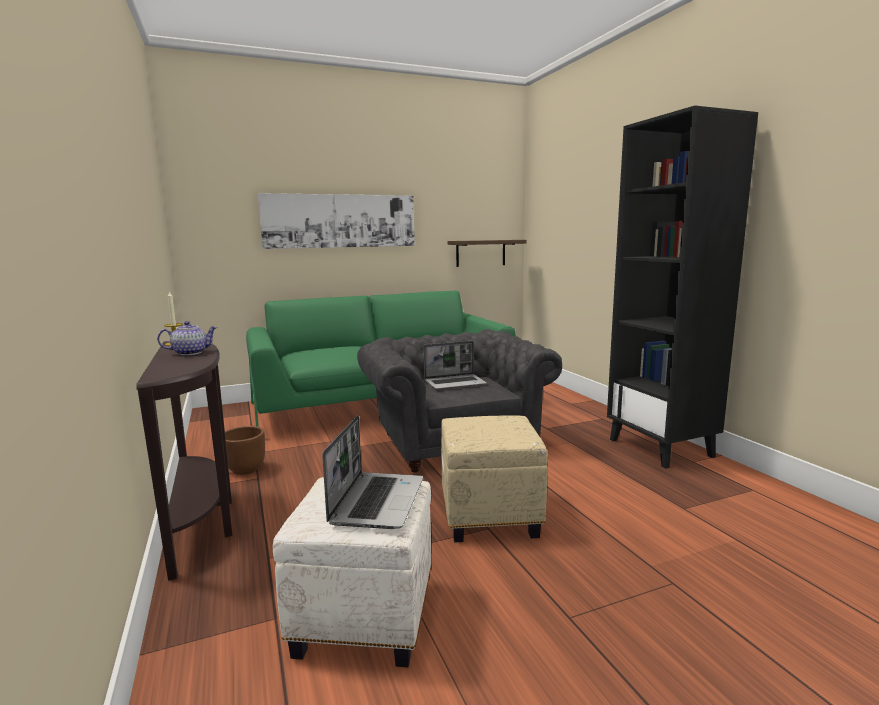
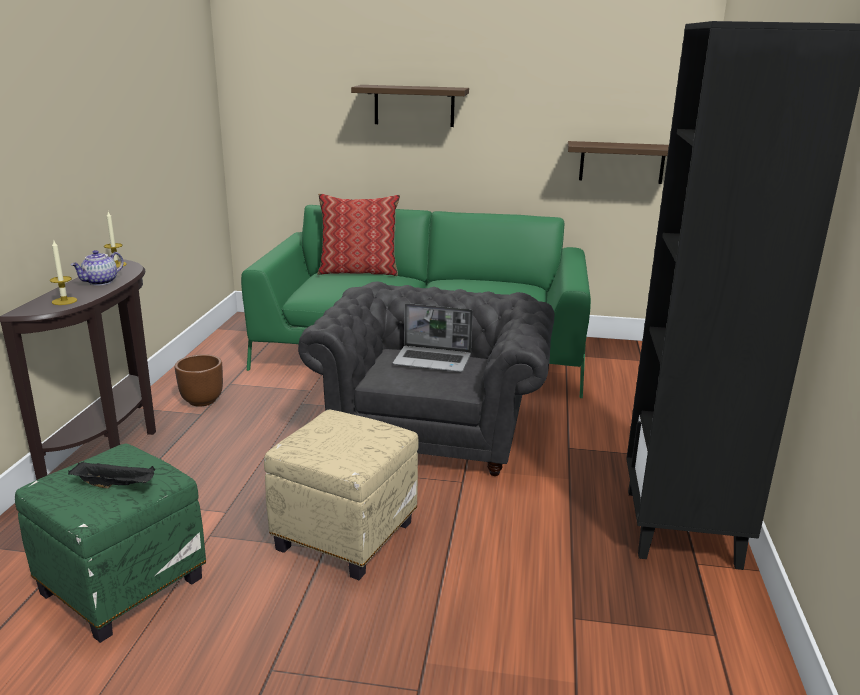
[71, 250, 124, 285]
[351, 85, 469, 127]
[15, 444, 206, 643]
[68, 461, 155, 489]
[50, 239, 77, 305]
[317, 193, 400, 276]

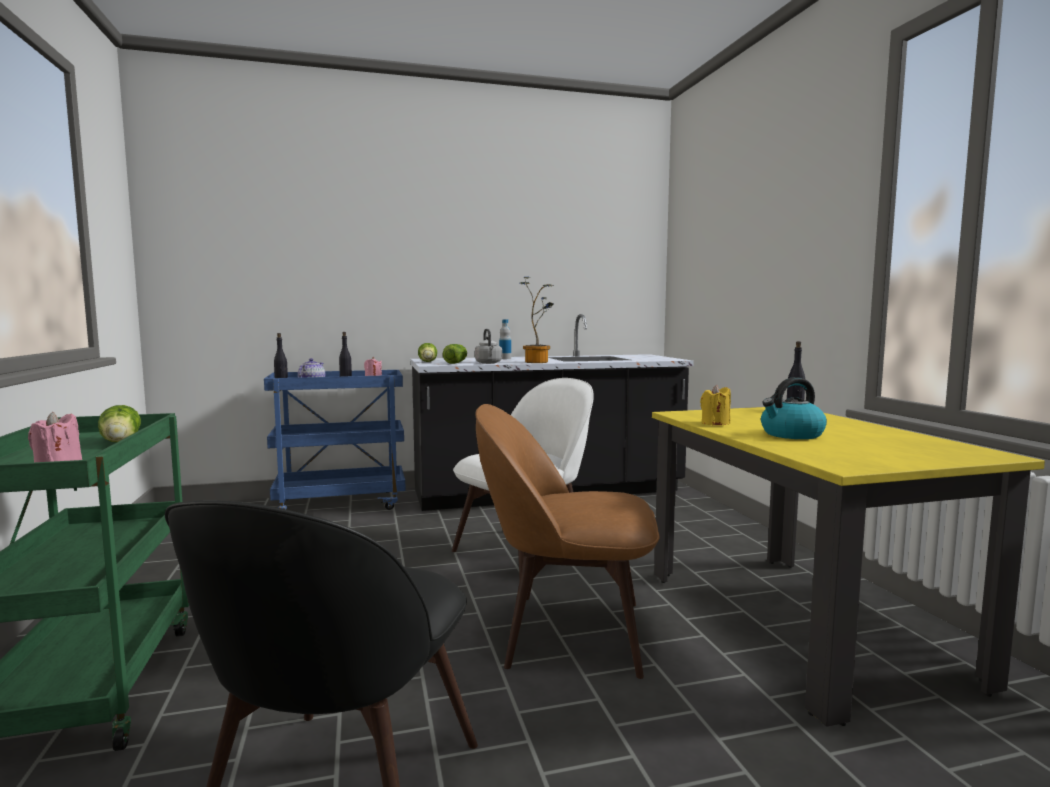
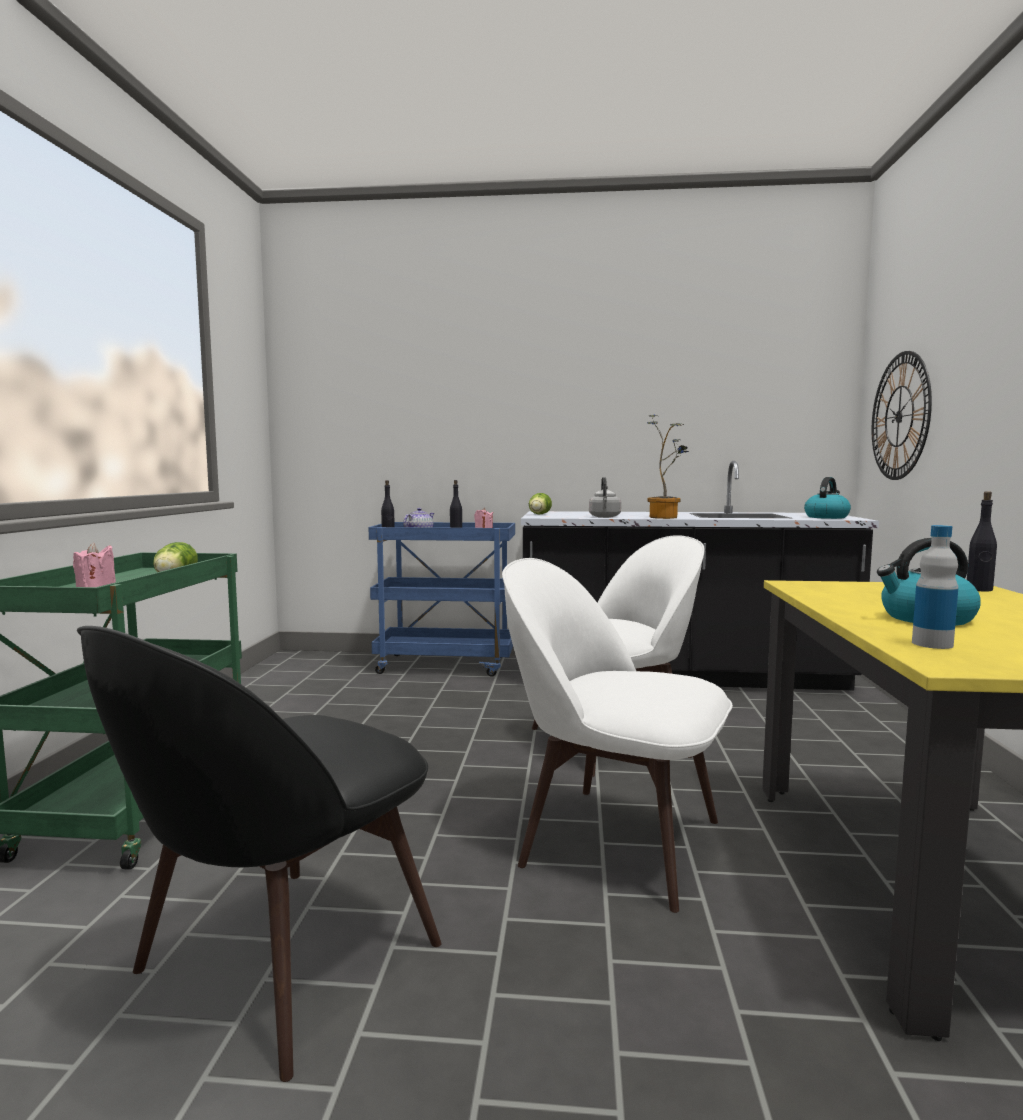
[443, 344, 467, 364] (first image)
[502, 558, 733, 913]
[912, 525, 958, 649]
[700, 385, 731, 425] (first image)
[804, 477, 851, 519]
[872, 351, 932, 480]

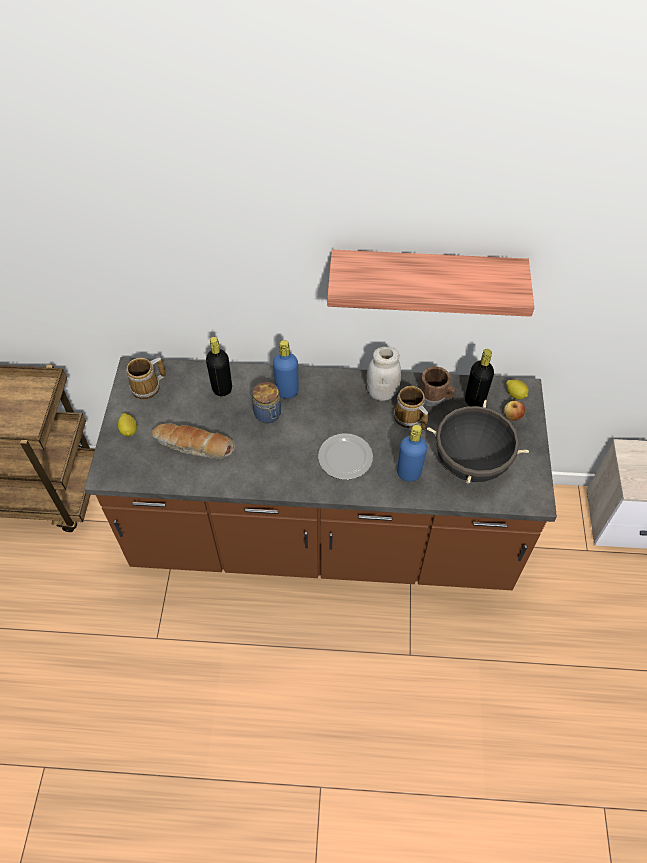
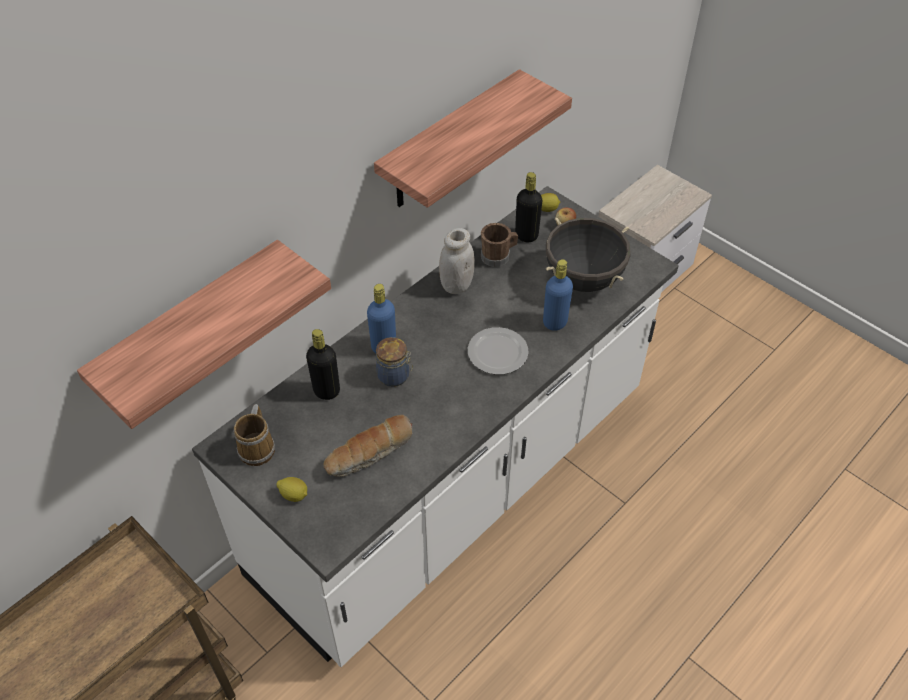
[192, 186, 679, 667]
[394, 386, 428, 431] (first image)
[77, 240, 331, 429]

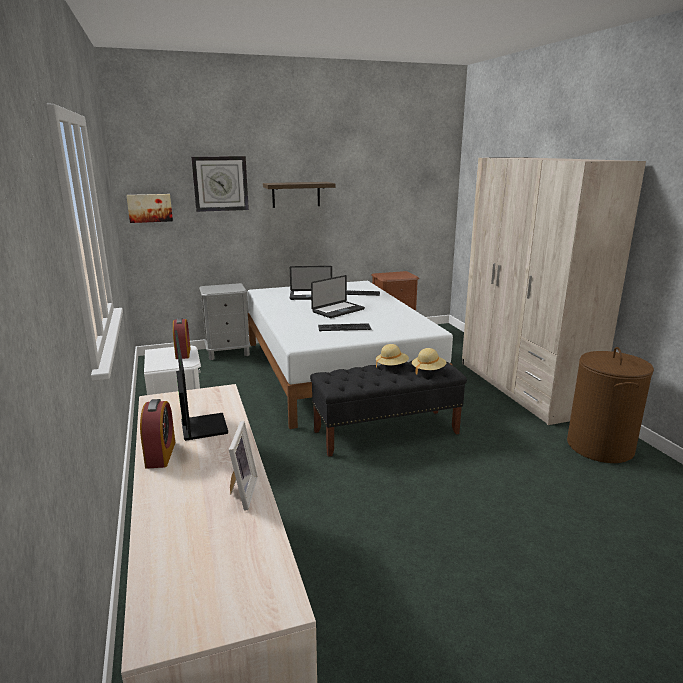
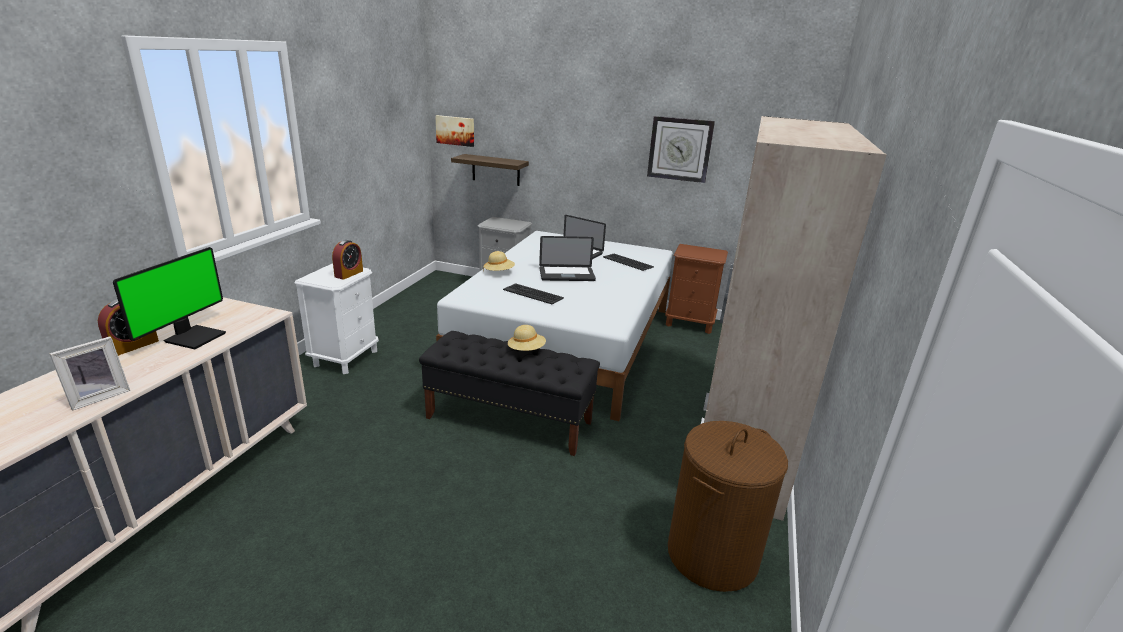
[647, 116, 715, 183]
[451, 154, 529, 186]
[483, 251, 515, 272]

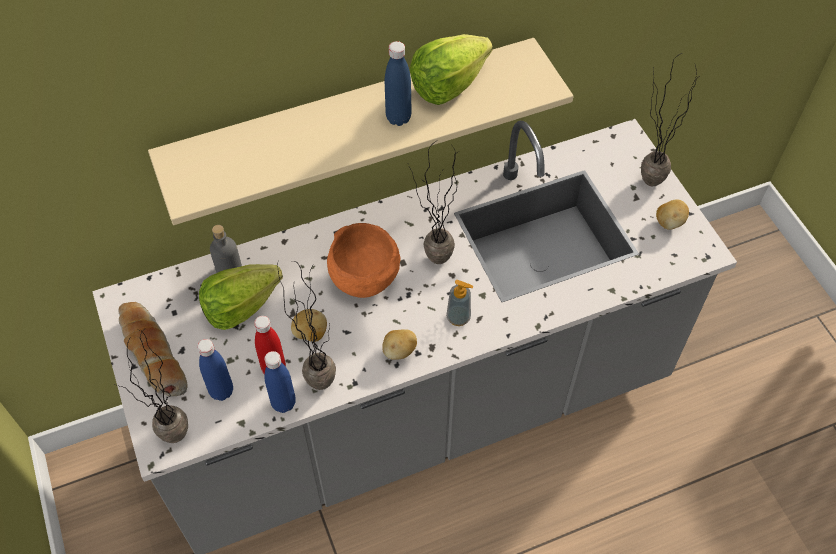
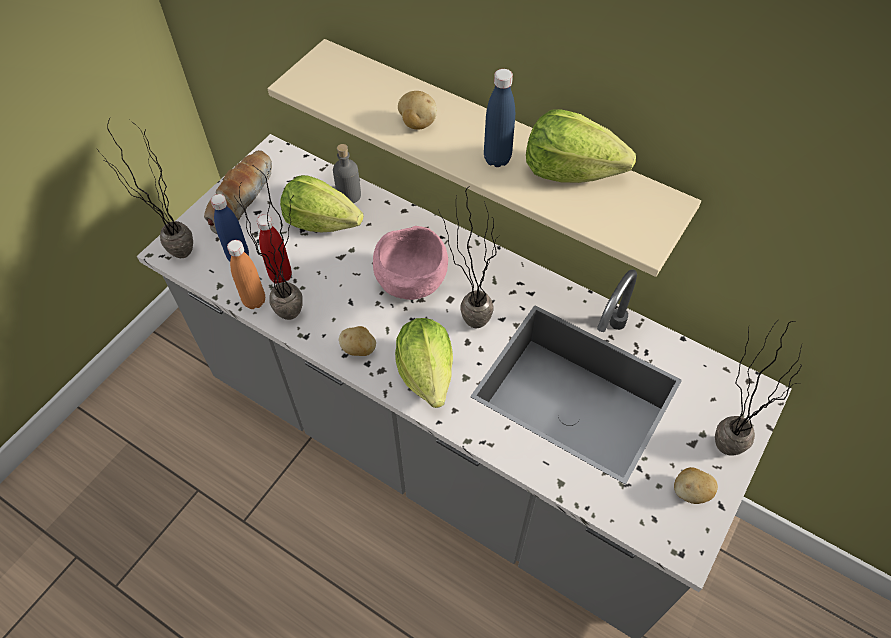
[227, 240, 265, 309]
[398, 91, 437, 130]
[373, 226, 448, 300]
[395, 318, 453, 408]

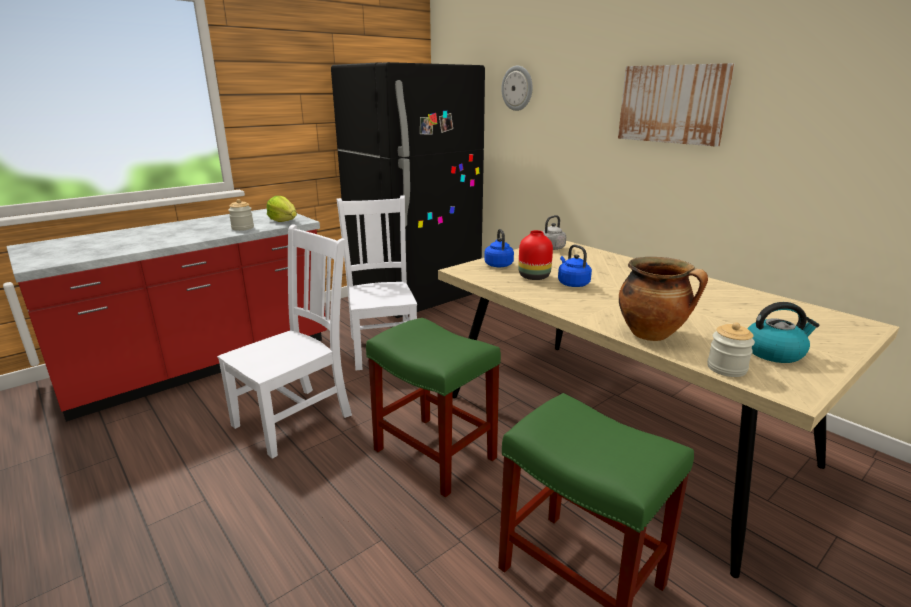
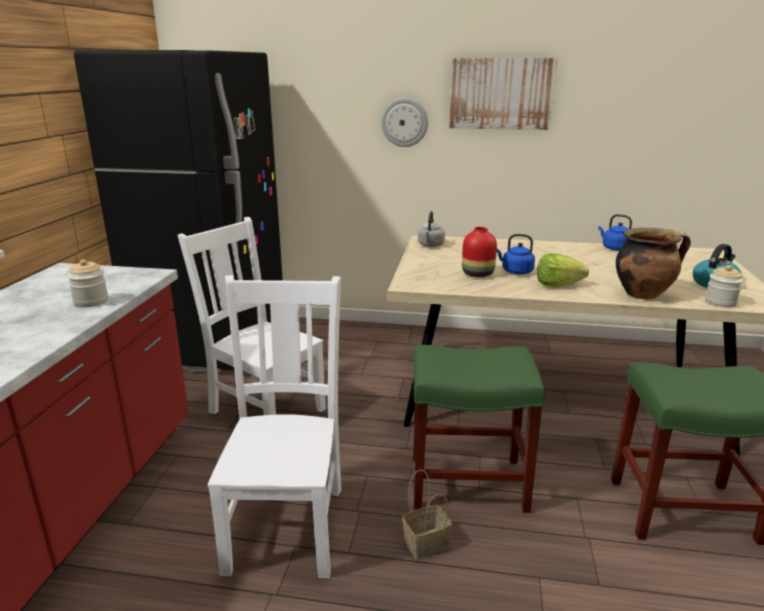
[537, 253, 589, 287]
[598, 214, 632, 251]
[381, 98, 428, 147]
[403, 470, 452, 559]

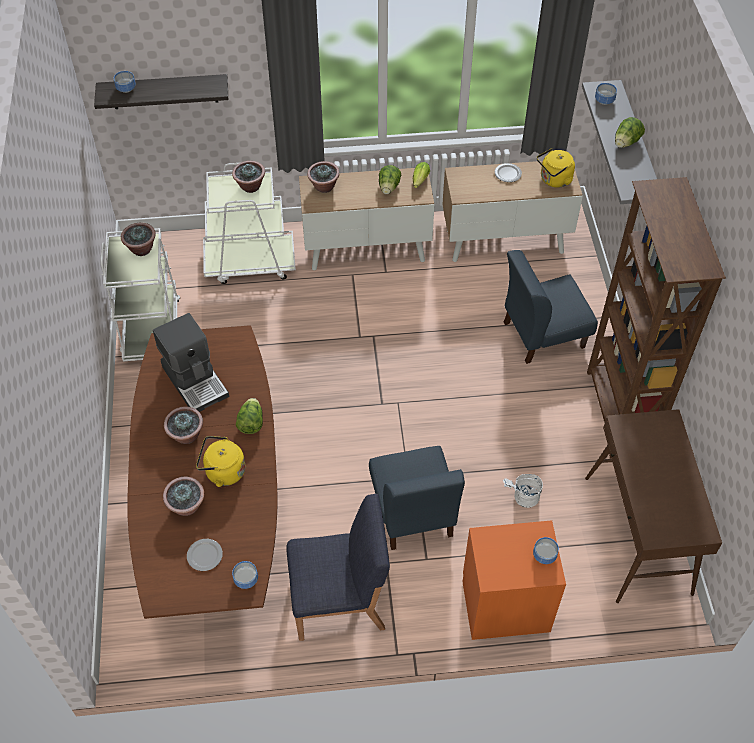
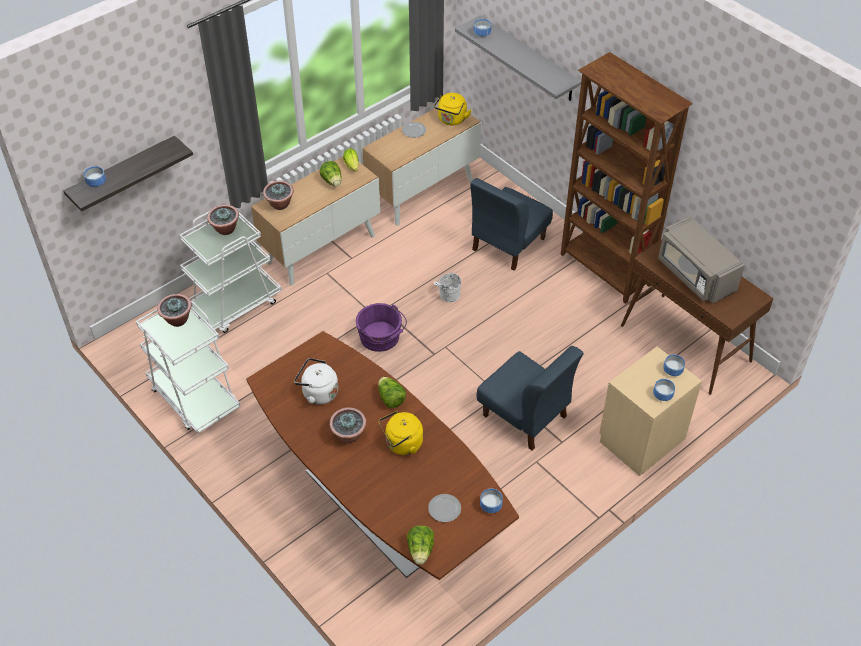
[294, 358, 338, 405]
[163, 477, 204, 516] (first image)
[286, 494, 390, 641] (first image)
[599, 347, 702, 476]
[433, 273, 461, 302]
[407, 525, 434, 565]
[356, 303, 407, 352]
[653, 379, 675, 401]
[658, 216, 745, 303]

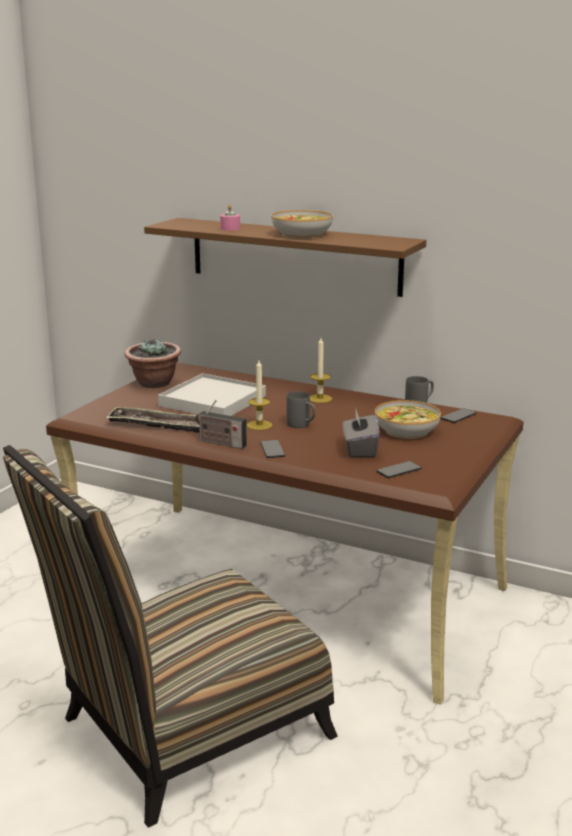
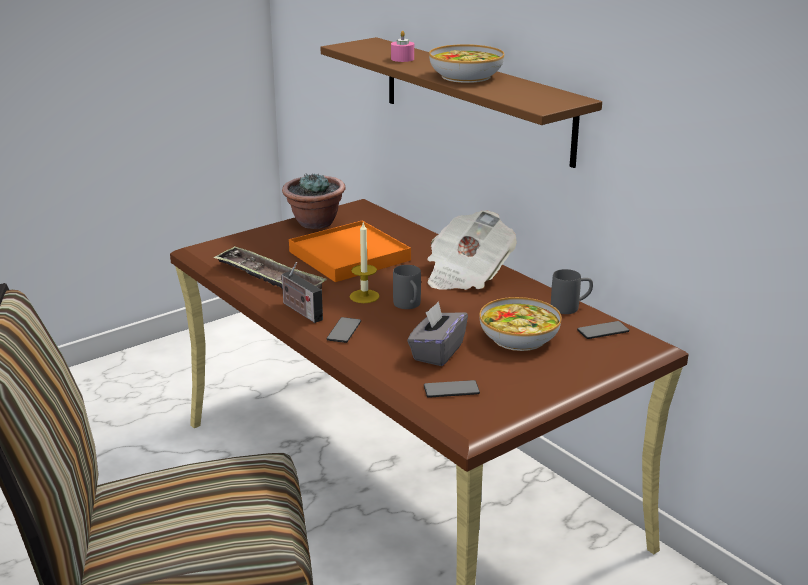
[289, 221, 411, 282]
[427, 210, 517, 290]

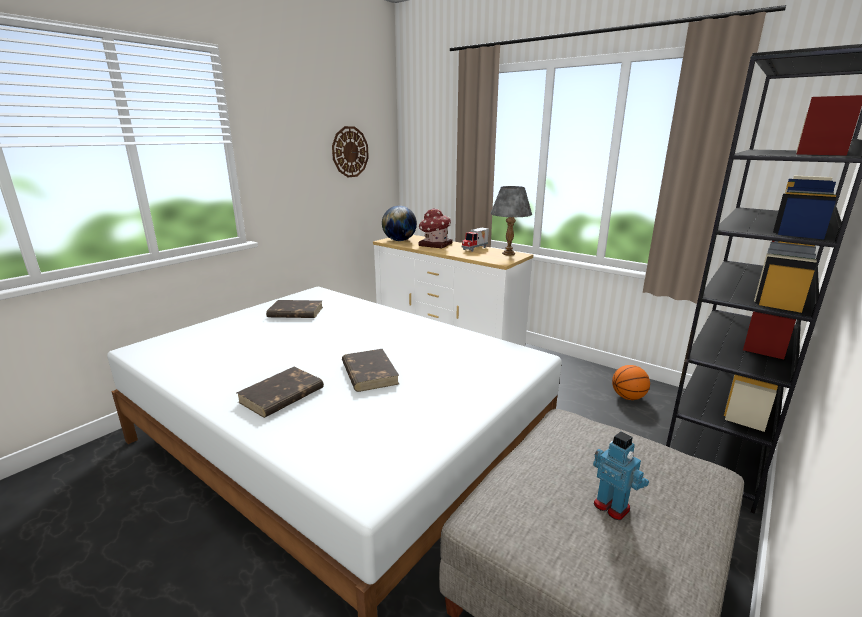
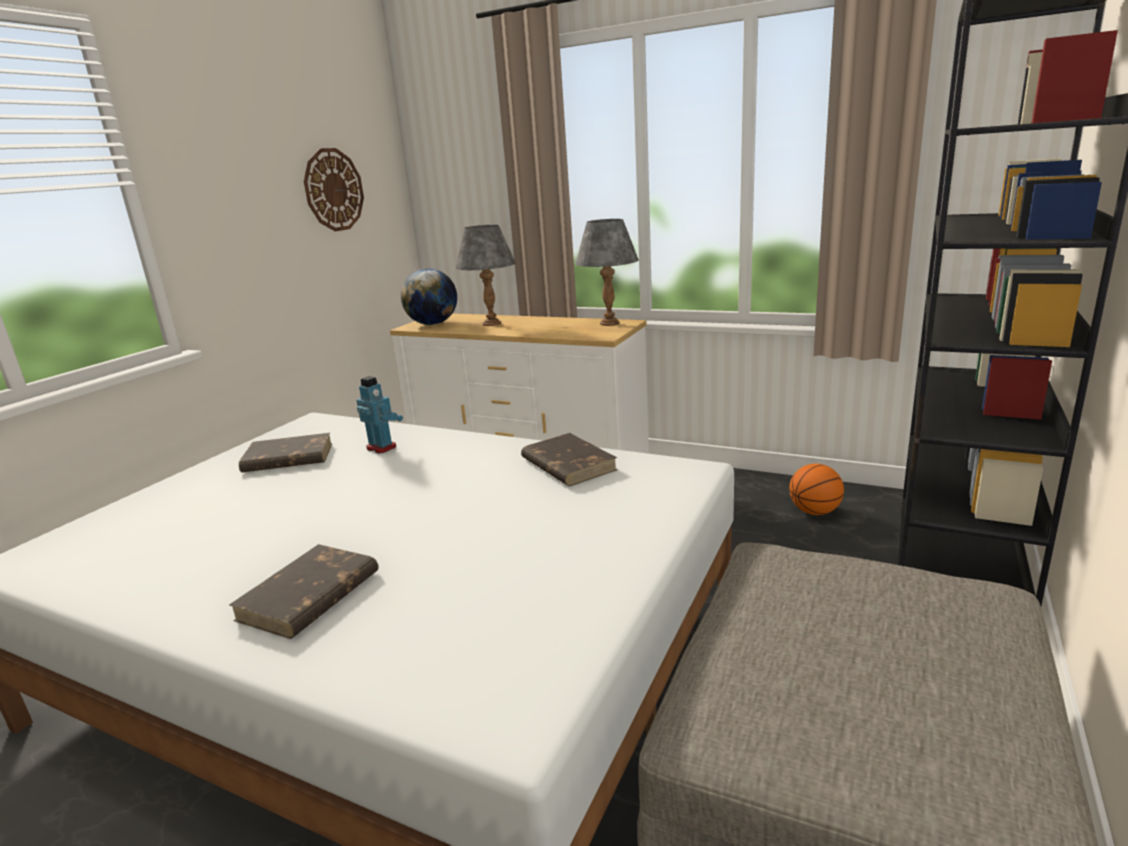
[521, 433, 617, 486]
[456, 225, 516, 326]
[461, 228, 489, 252] (first image)
[357, 376, 403, 453]

